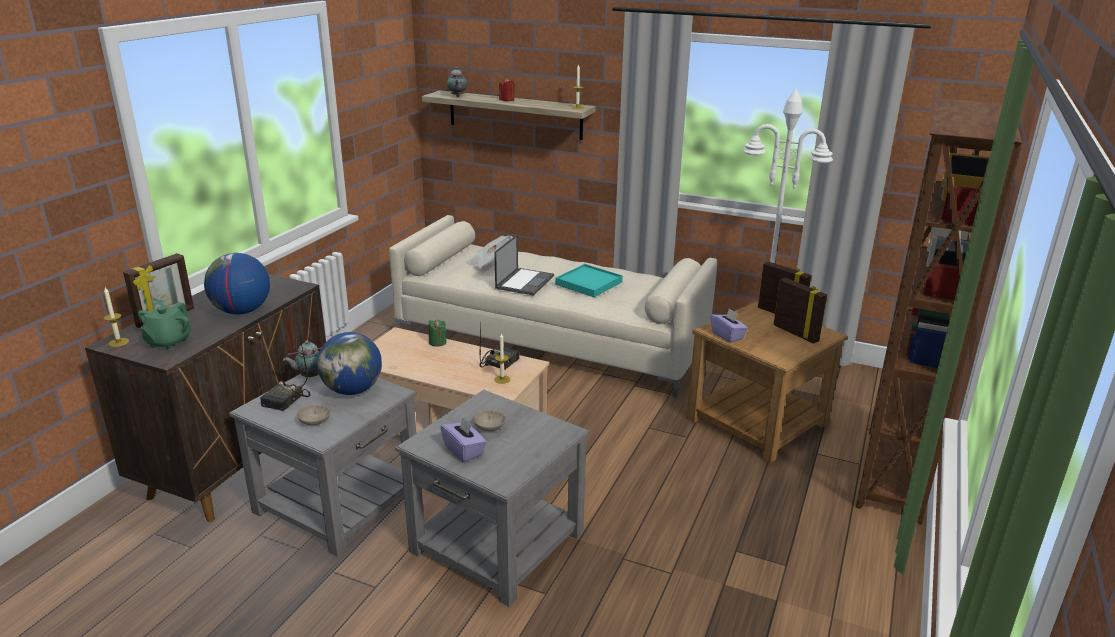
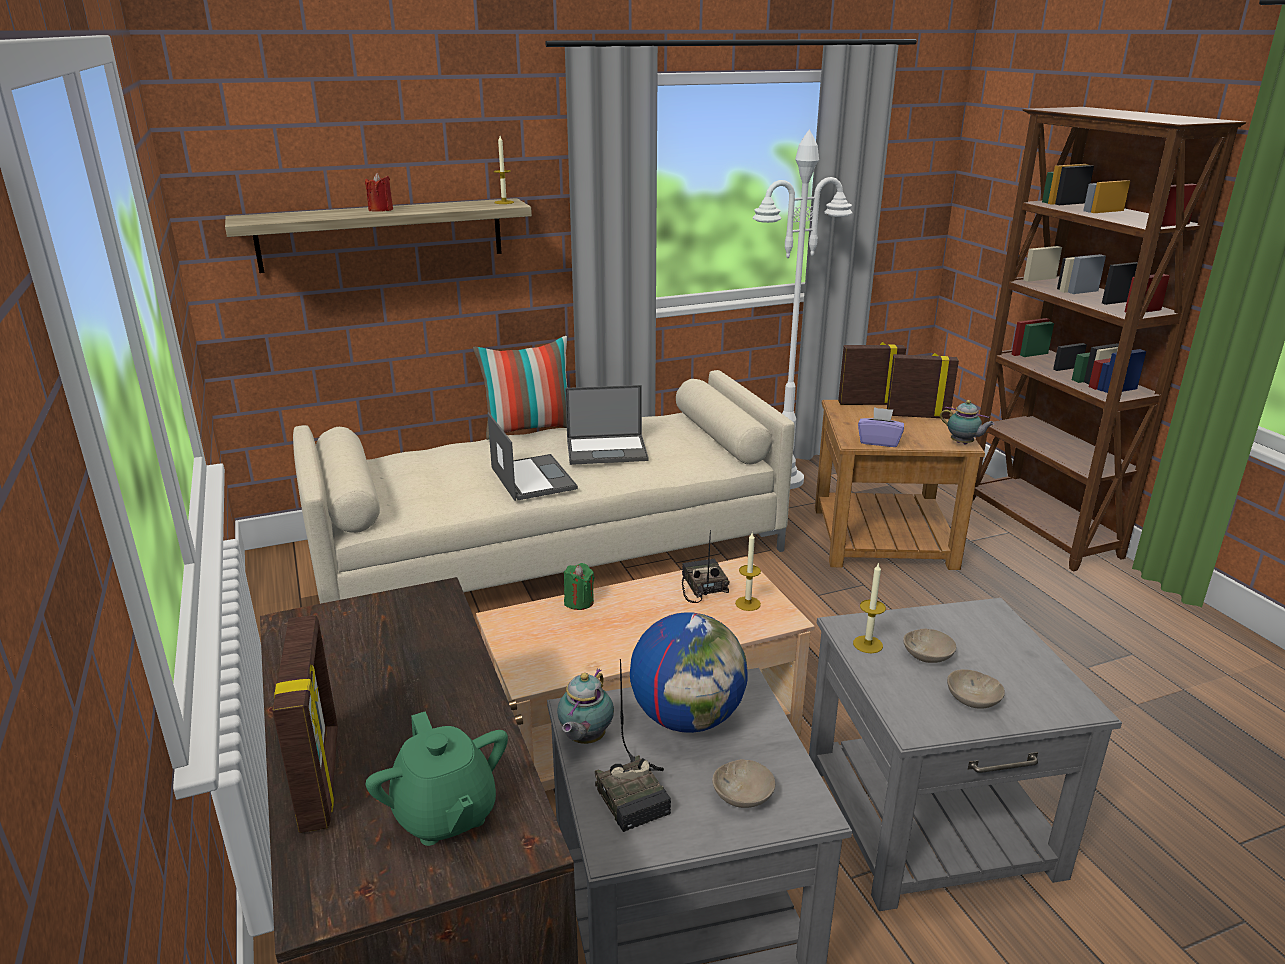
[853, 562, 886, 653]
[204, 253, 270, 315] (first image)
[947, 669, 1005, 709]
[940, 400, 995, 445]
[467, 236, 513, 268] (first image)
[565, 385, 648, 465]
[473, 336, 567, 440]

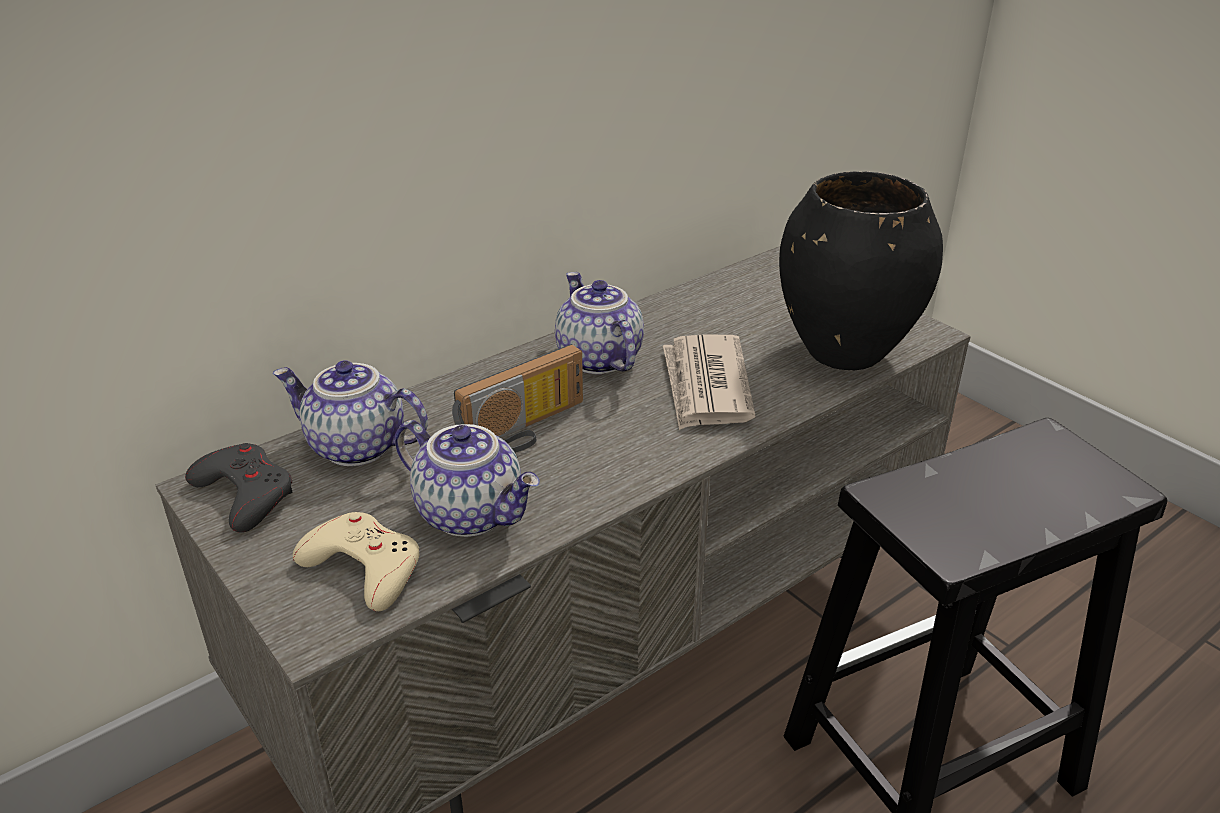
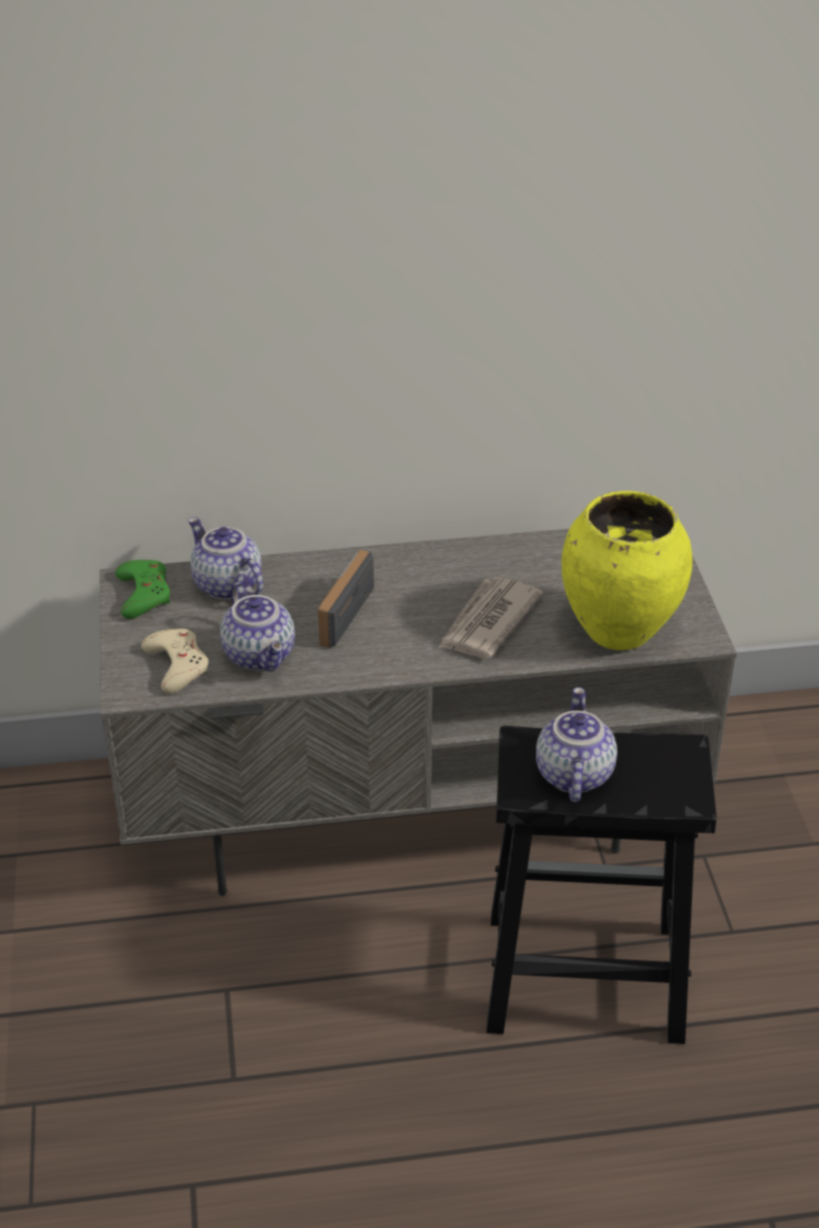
[115, 560, 170, 619]
[318, 550, 374, 648]
[536, 687, 617, 802]
[562, 491, 692, 650]

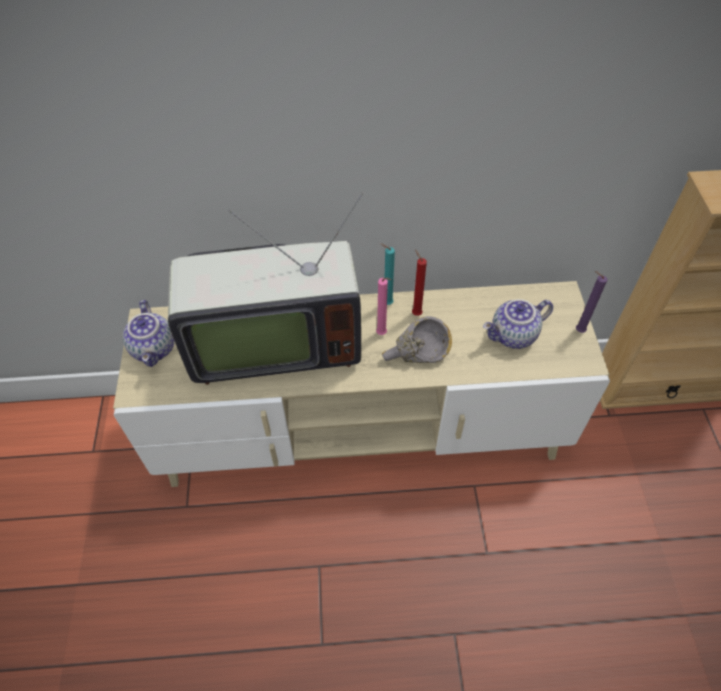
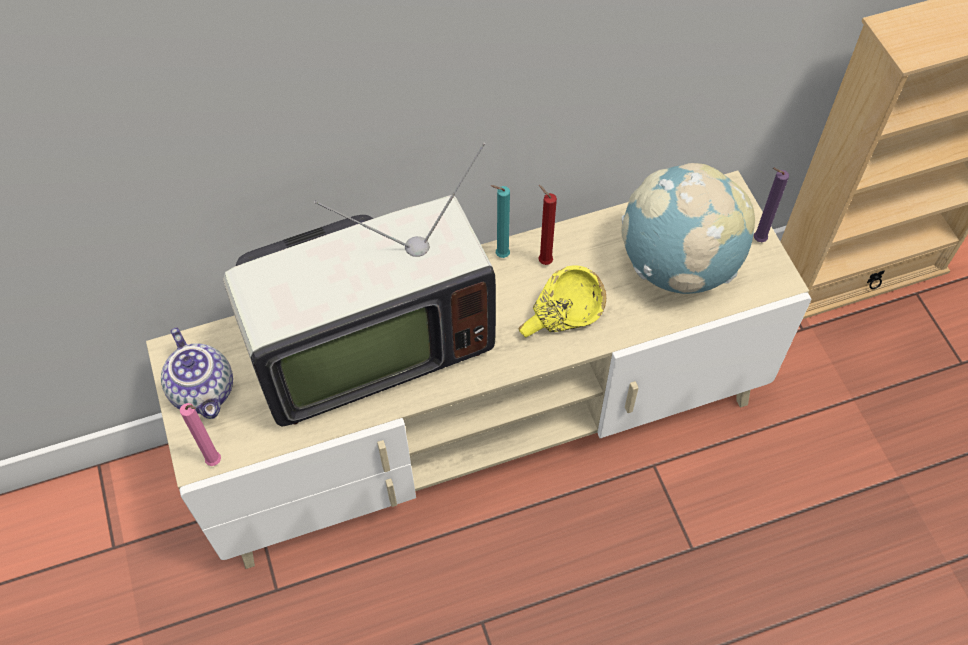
[180, 403, 221, 466]
[518, 265, 606, 337]
[621, 163, 755, 294]

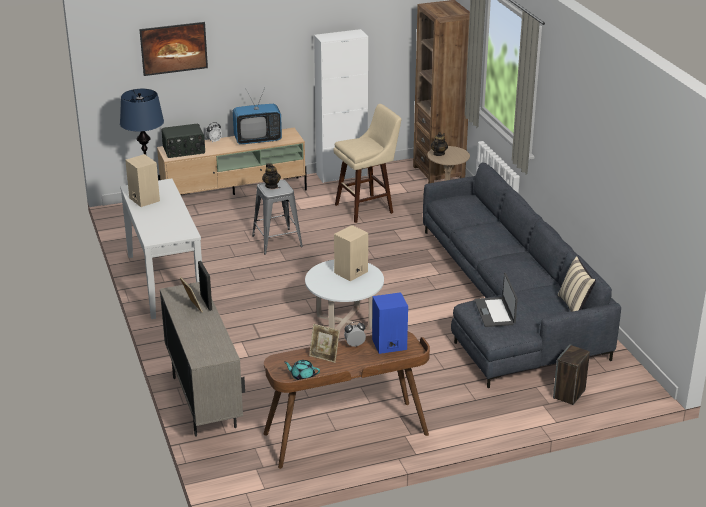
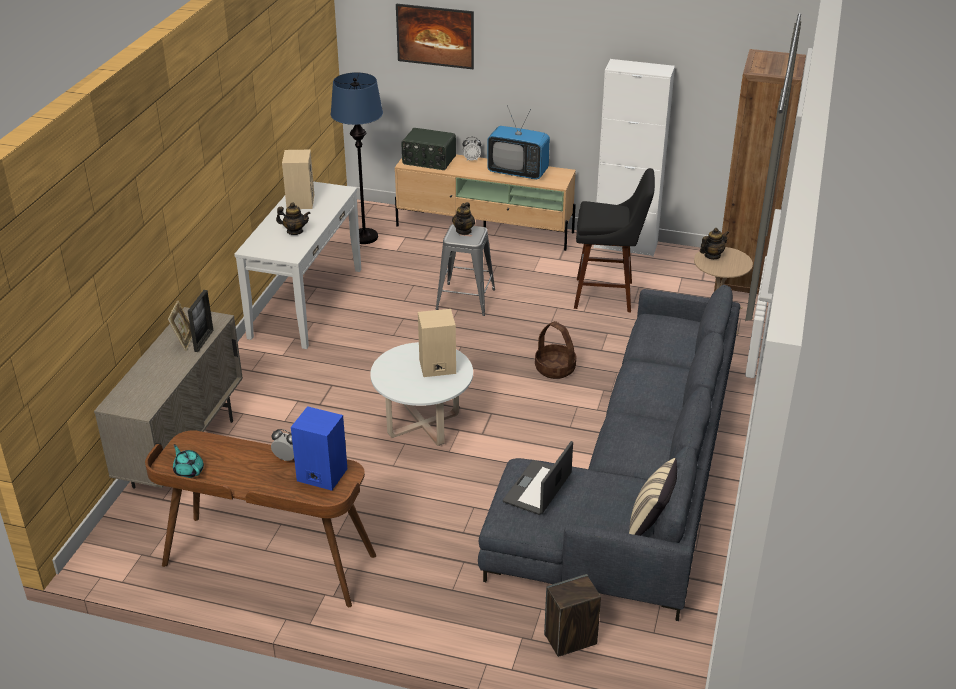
[309, 324, 340, 363] (first image)
[574, 168, 655, 312]
[276, 202, 310, 235]
[535, 321, 576, 379]

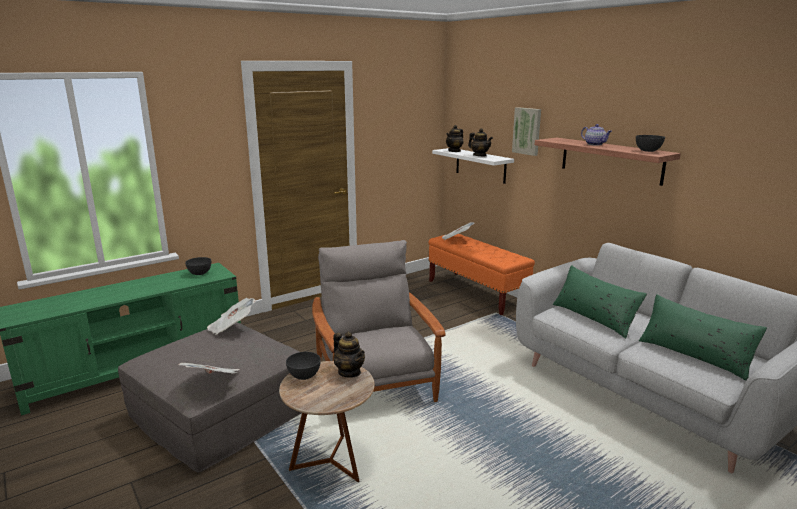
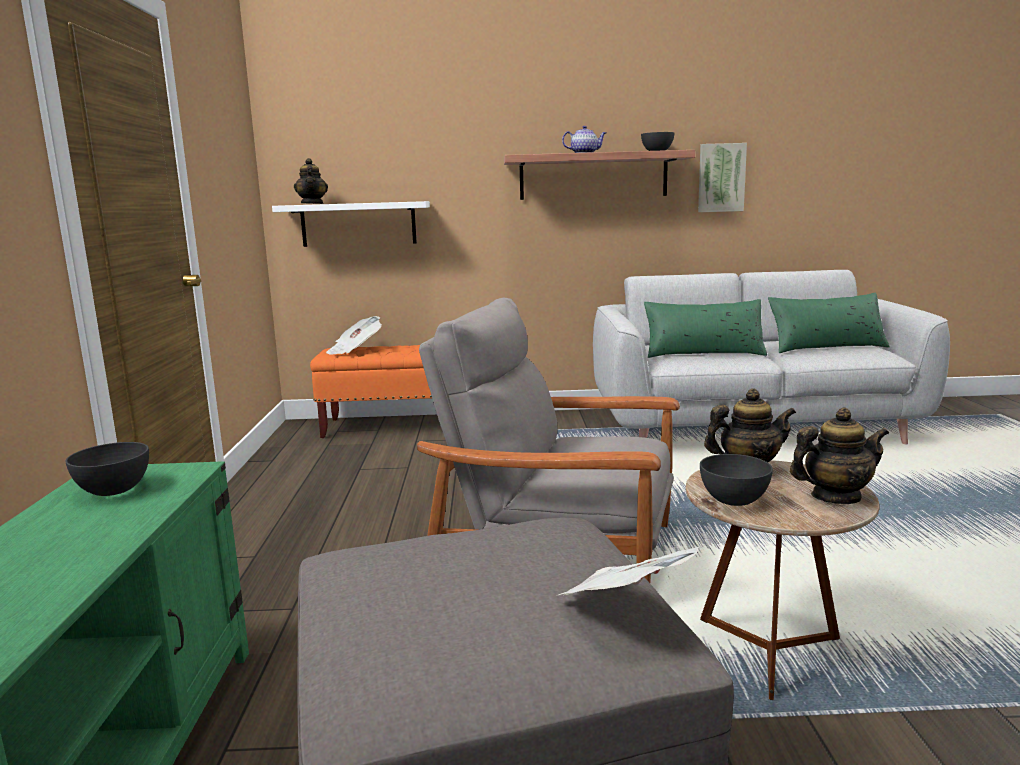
[207, 298, 255, 335] (first image)
[790, 407, 889, 504]
[698, 143, 747, 212]

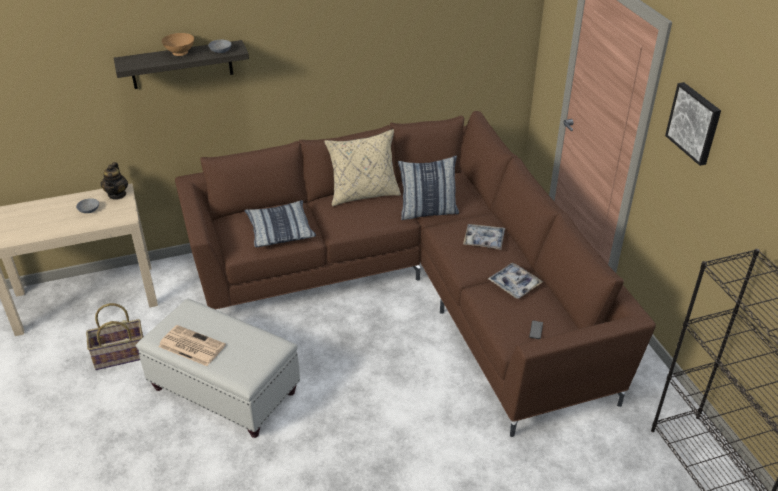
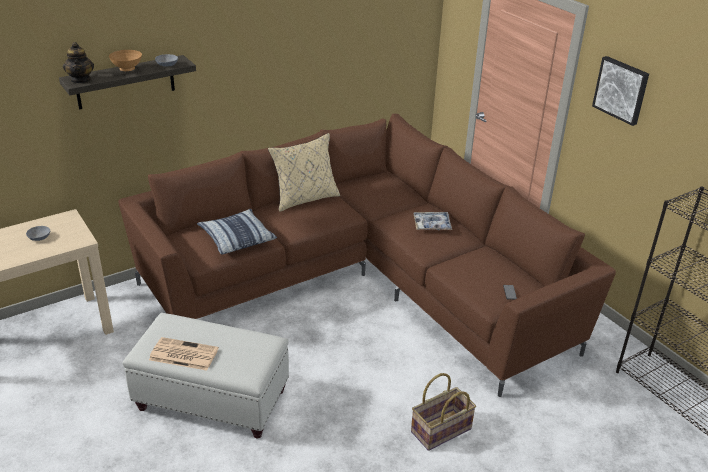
[411, 373, 476, 451]
[63, 42, 94, 83]
[398, 156, 459, 220] (first image)
[488, 263, 543, 299] (first image)

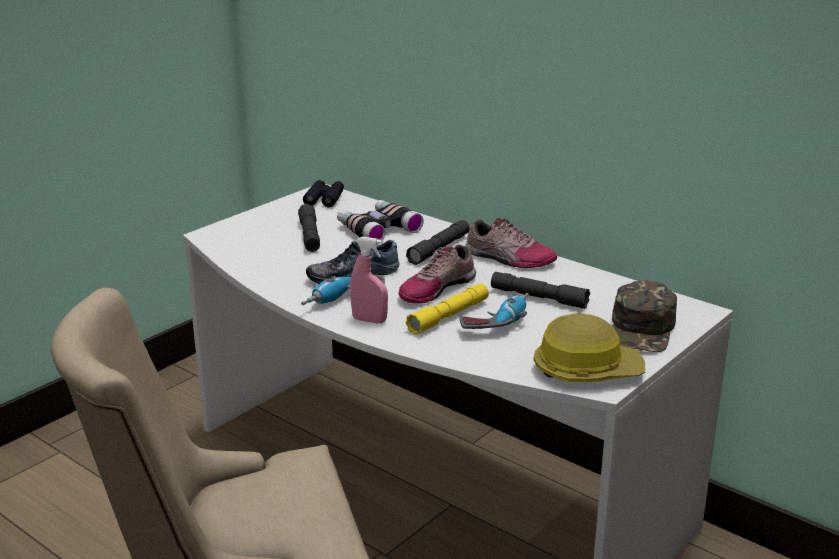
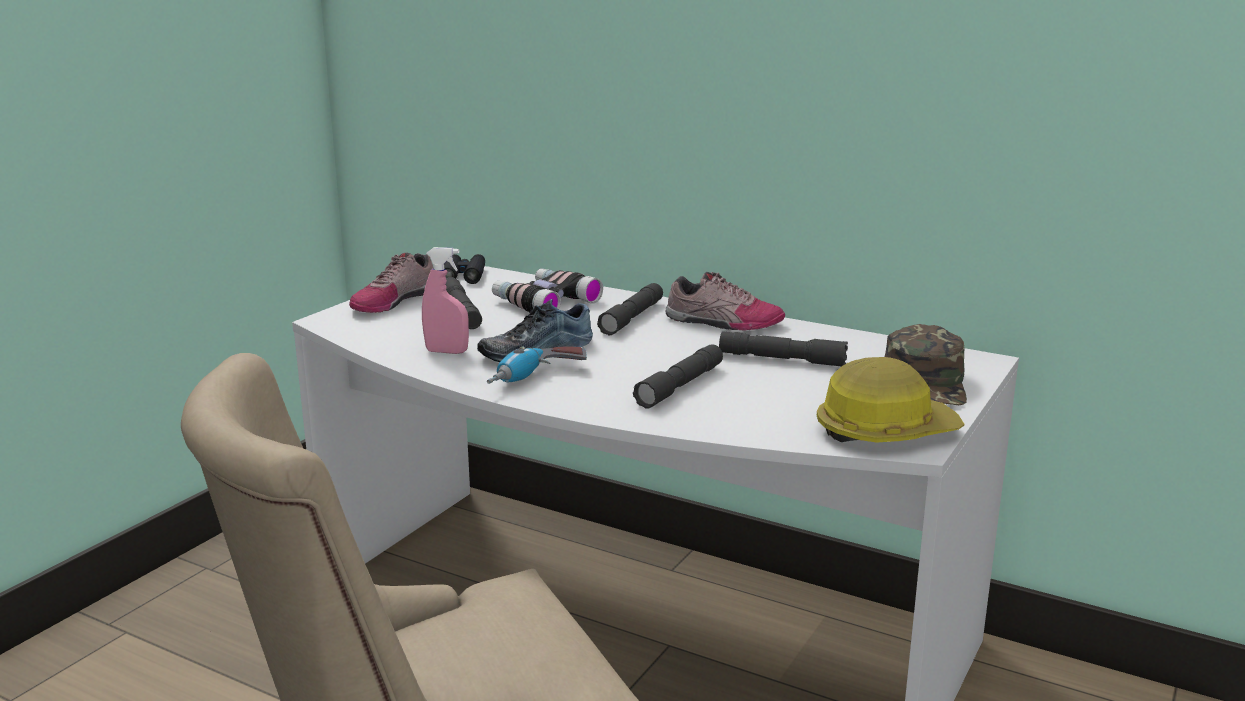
[422, 247, 469, 354]
[349, 253, 434, 313]
[633, 344, 723, 409]
[459, 293, 529, 329] (first image)

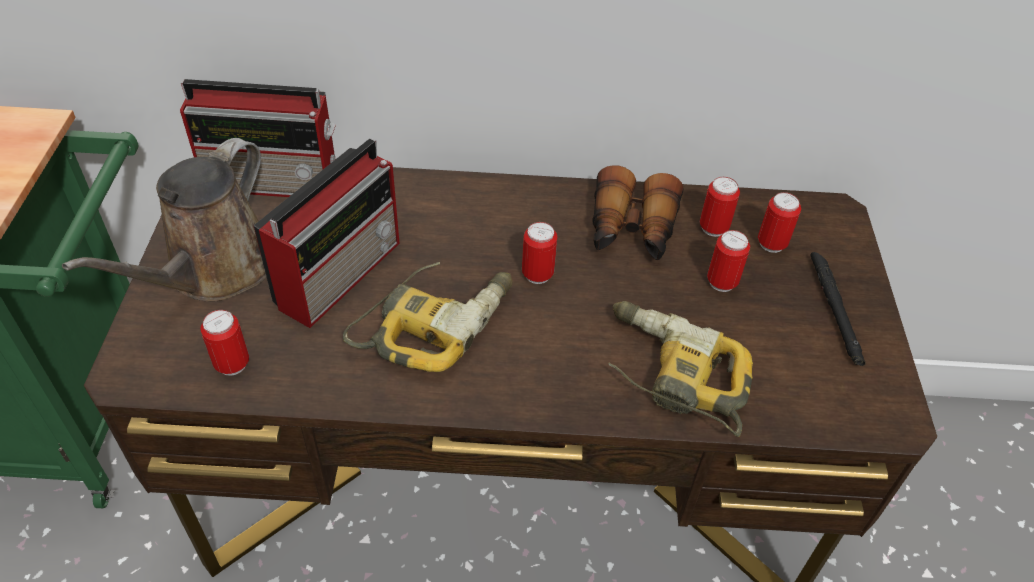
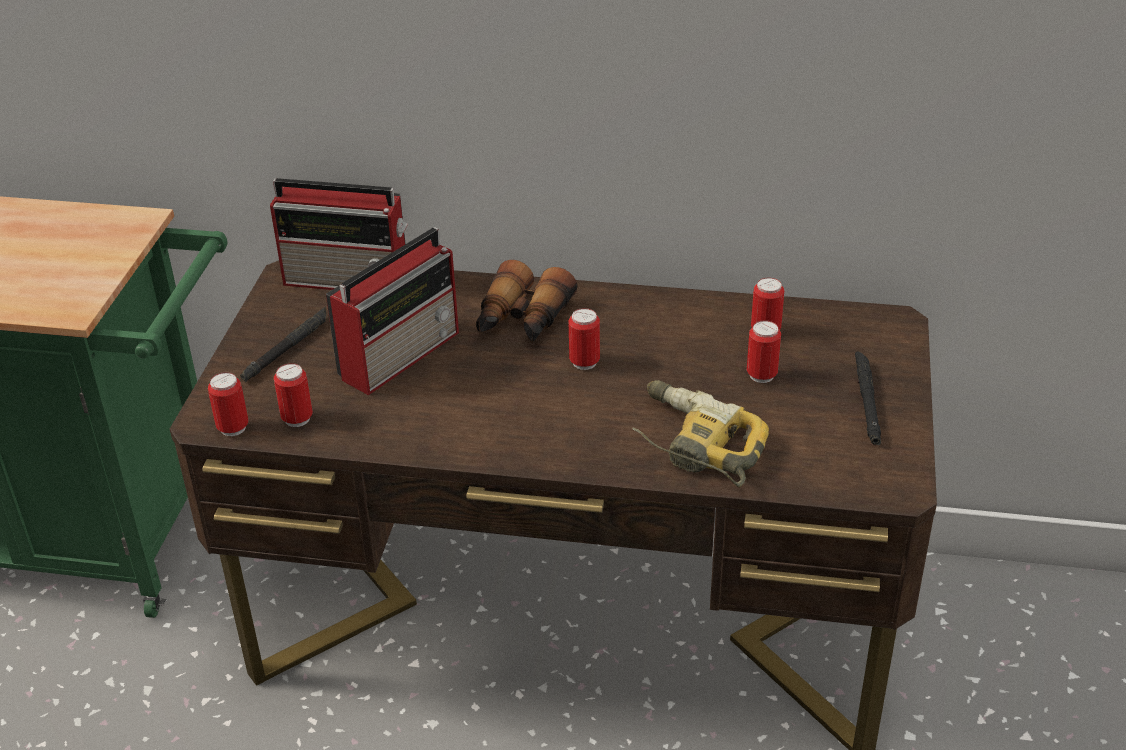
[240, 307, 326, 382]
[343, 262, 513, 372] (first image)
[476, 260, 577, 342]
[208, 372, 248, 436]

